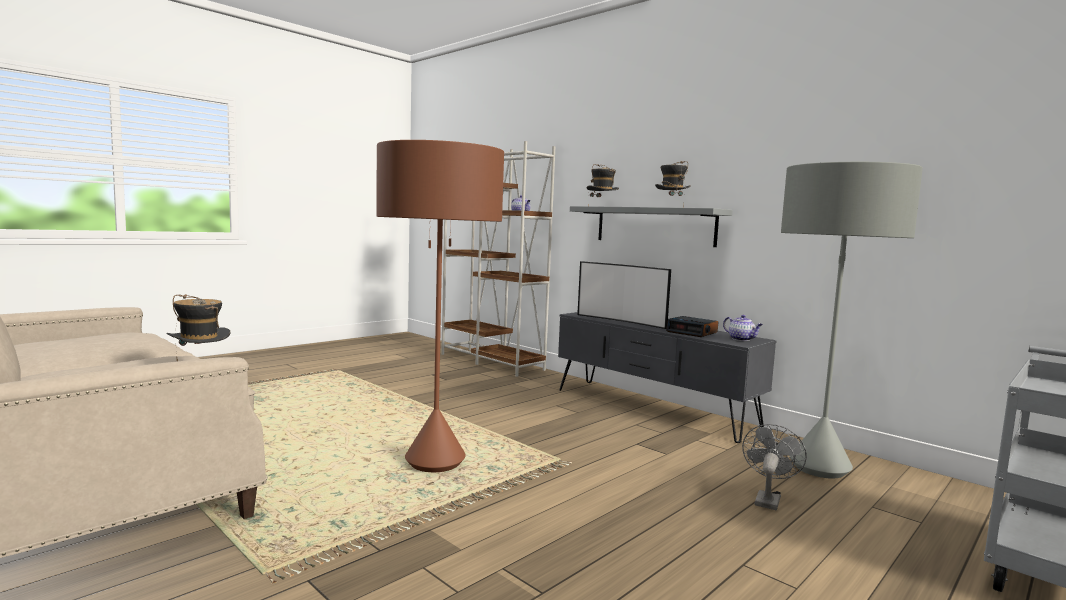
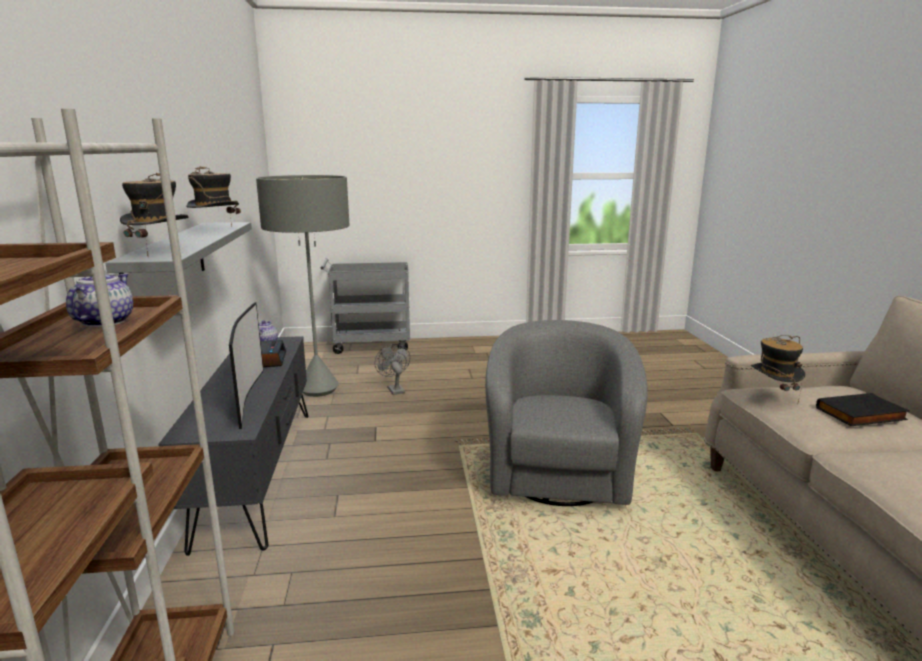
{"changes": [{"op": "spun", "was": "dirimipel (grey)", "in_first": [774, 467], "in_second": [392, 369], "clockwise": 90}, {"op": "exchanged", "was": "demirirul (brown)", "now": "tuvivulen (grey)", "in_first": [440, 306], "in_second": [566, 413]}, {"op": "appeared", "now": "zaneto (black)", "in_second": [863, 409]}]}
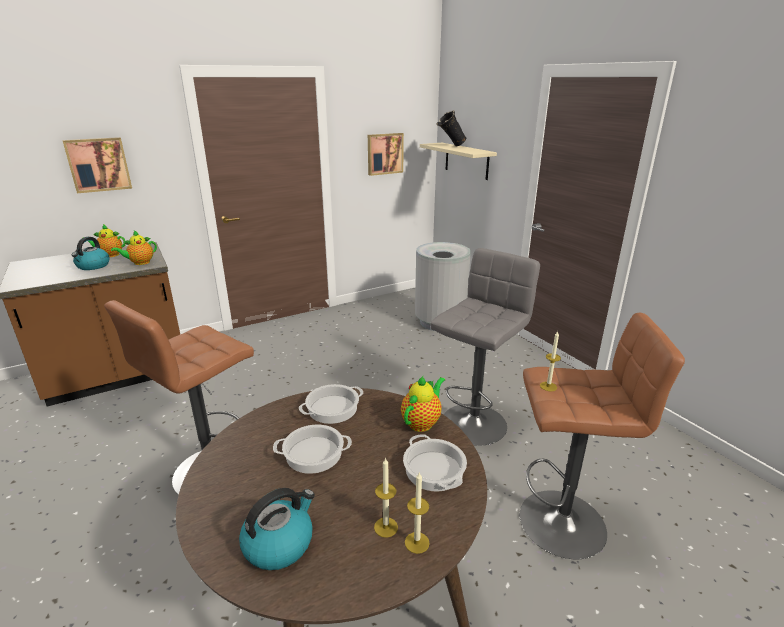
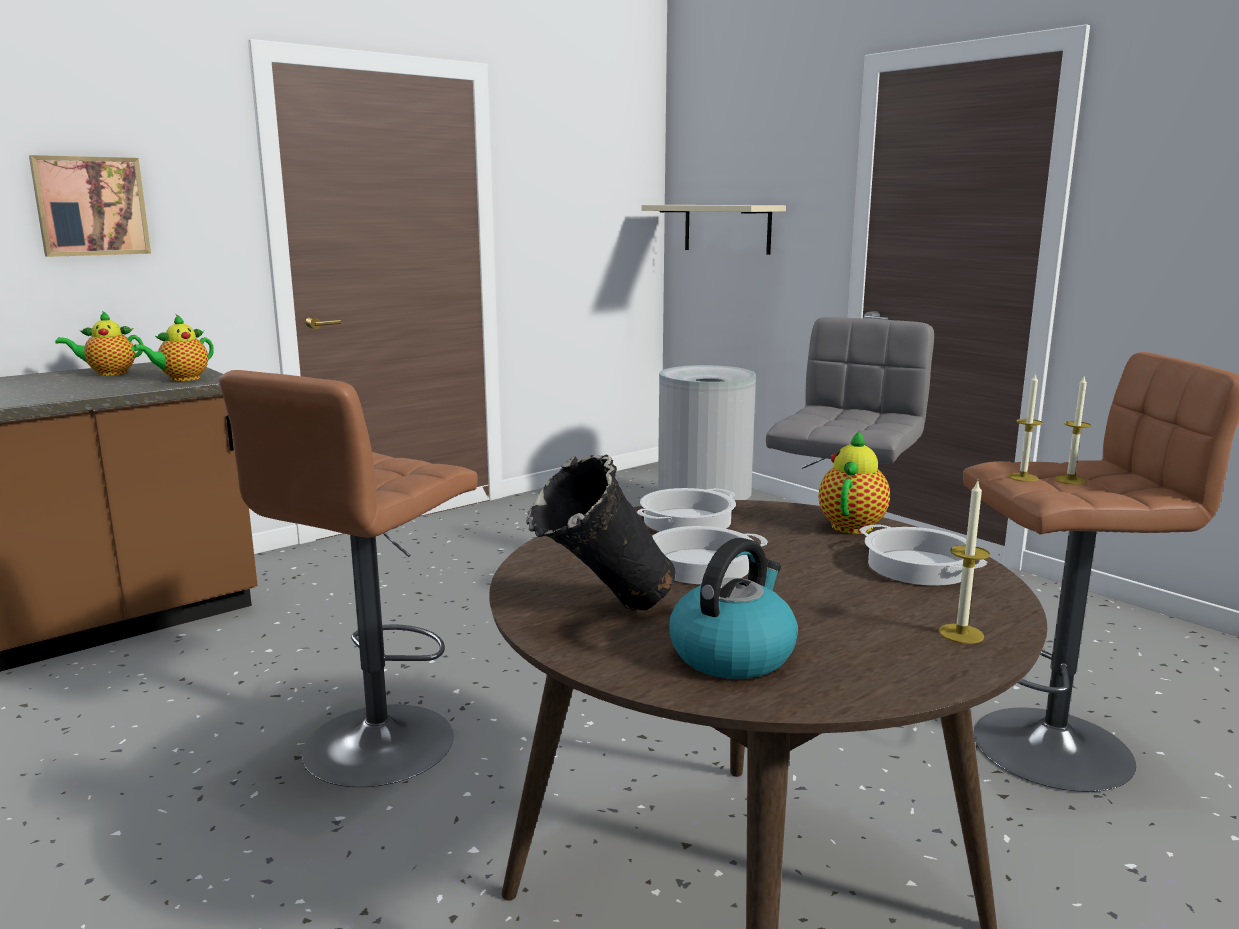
{"changes": [{"op": "relocated", "was": "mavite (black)", "in_first": [451, 128], "in_second": [601, 533]}, {"op": "relocated", "was": "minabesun", "in_first": [386, 497], "in_second": [1073, 431]}, {"op": "missing", "was": "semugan", "in_first": [91, 253]}, {"op": "missing", "was": "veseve", "in_first": [386, 154]}]}
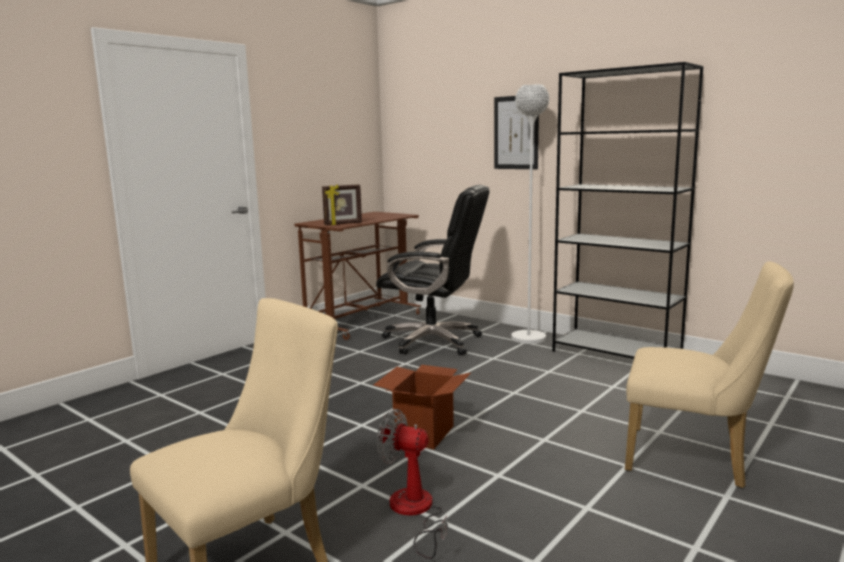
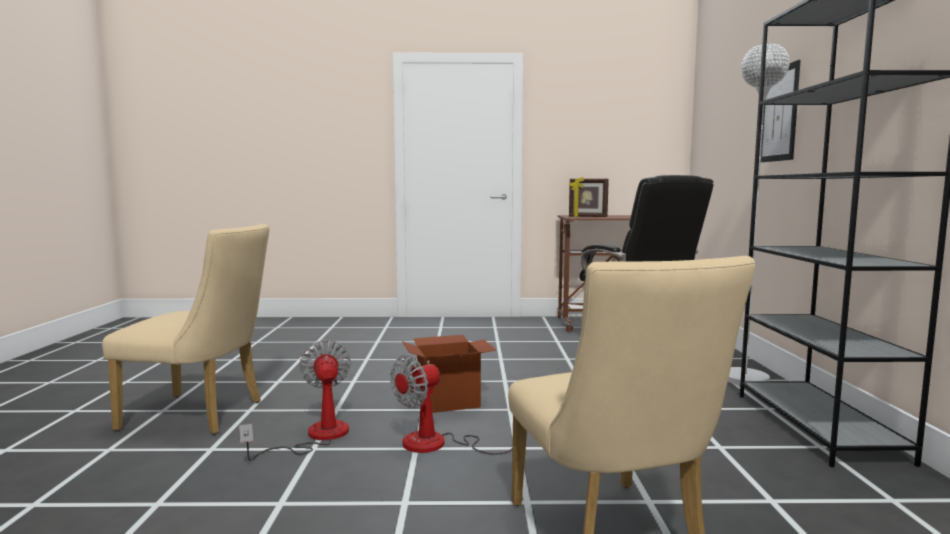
{"changes": [{"op": "appeared", "now": "dirimipel", "in_second": [451, 405]}]}
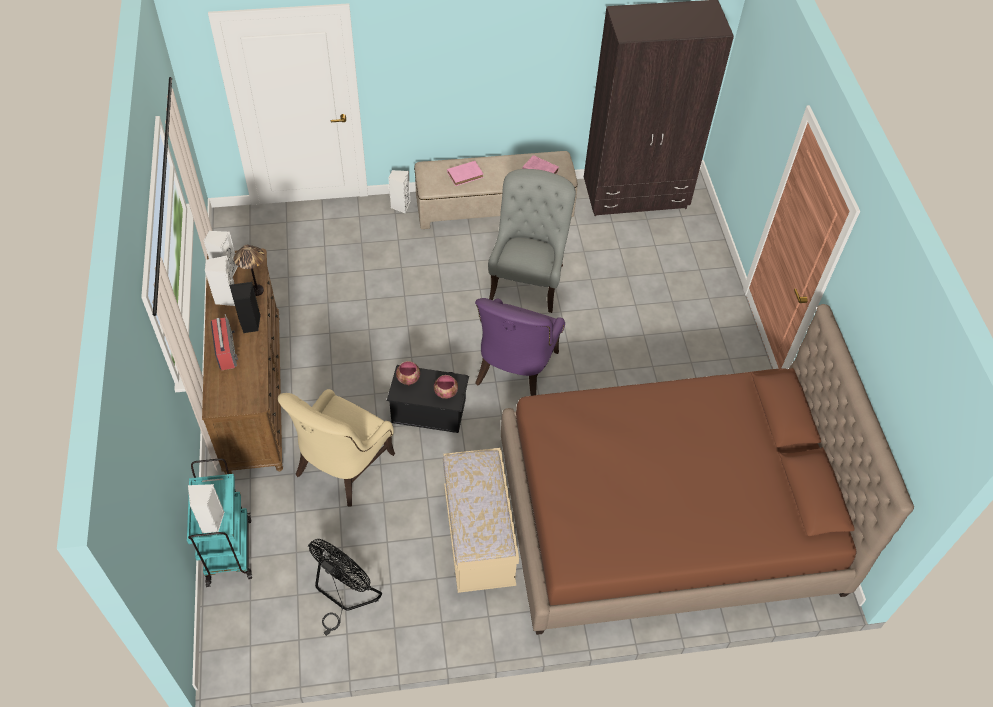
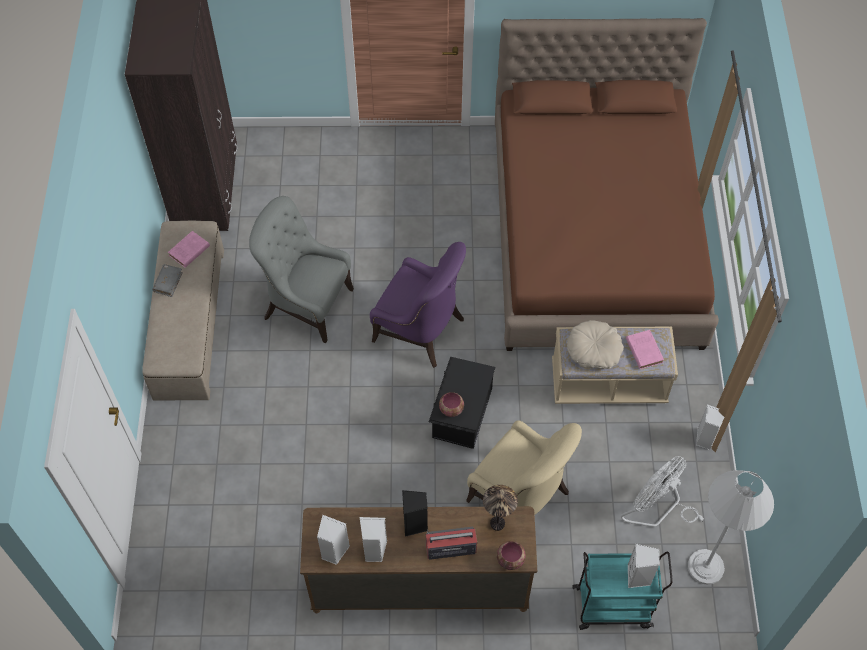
{"changes": [{"op": "appeared", "now": "zaneto (grey)", "in_second": [167, 280]}, {"op": "relocated", "was": "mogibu", "in_first": [249, 270], "in_second": [500, 508]}, {"op": "relocated", "was": "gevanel", "in_first": [446, 387], "in_second": [511, 555]}, {"op": "appeared", "now": "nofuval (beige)", "in_second": [595, 344]}, {"op": "colour", "was": "dirimipel (black)", "now": "dirimipel (white)", "in_first": [345, 587], "in_second": [662, 491]}, {"op": "relocated", "was": "zaneto (pink)", "in_first": [465, 173], "in_second": [645, 349]}, {"op": "appeared", "now": "demirirul (white)", "in_second": [731, 527]}, {"op": "relocated", "was": "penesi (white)", "in_first": [399, 191], "in_second": [710, 427]}]}
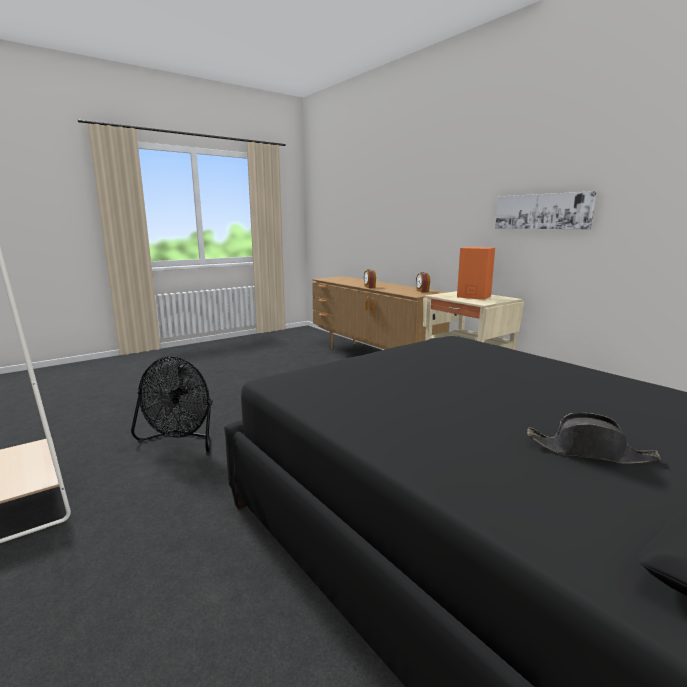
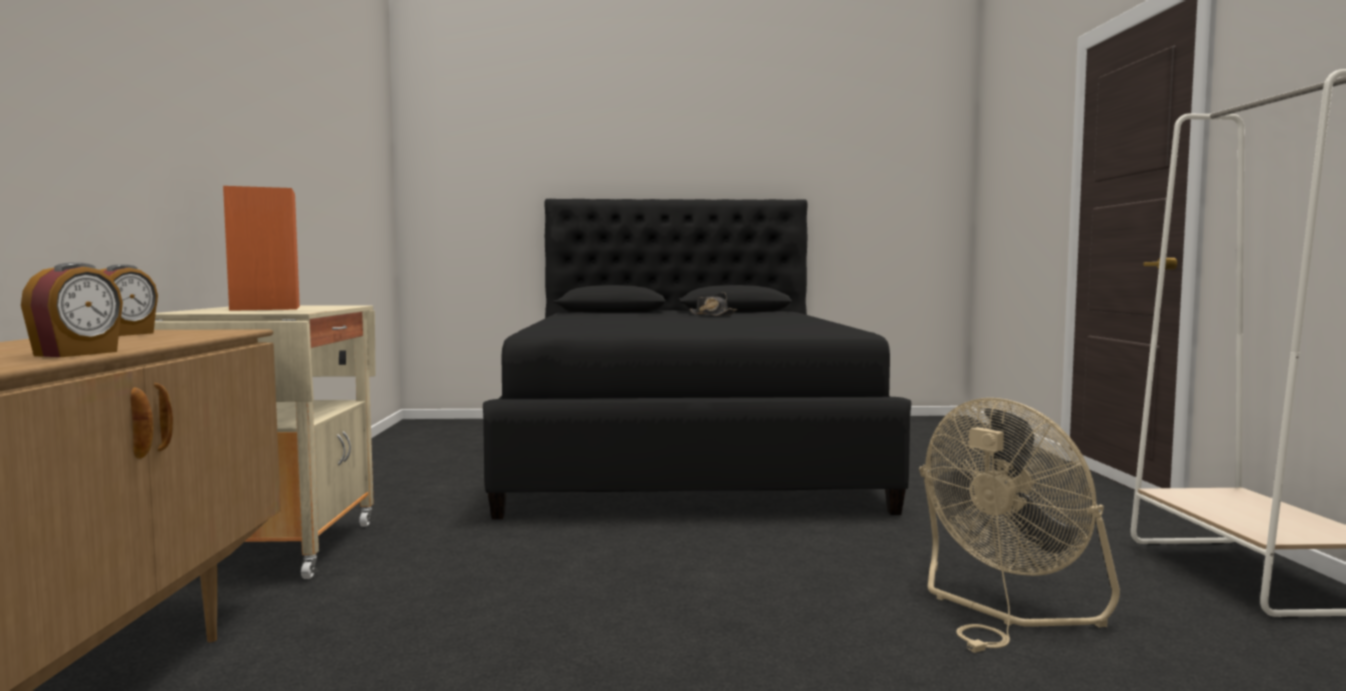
{"changes": [{"op": "colour", "was": "dirimipel (black)", "now": "dirimipel (beige)", "in_first": [172, 406], "in_second": [1019, 525]}, {"op": "missing", "was": "veseve", "in_first": [546, 210]}]}
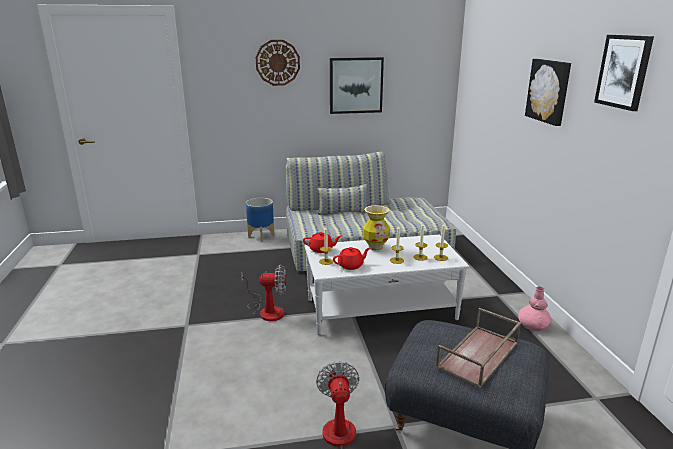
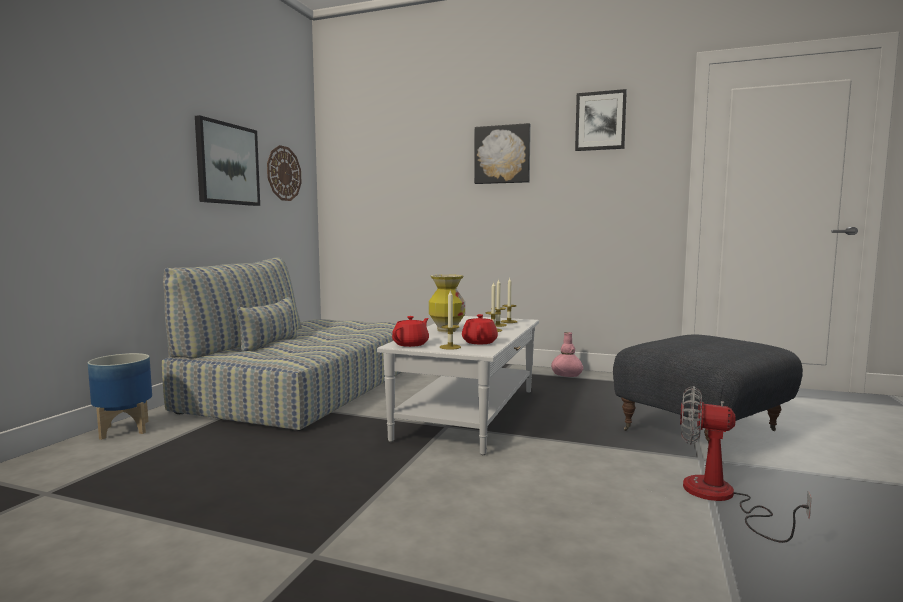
{"changes": [{"op": "relocated", "was": "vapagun", "in_first": [278, 63], "in_second": [284, 173]}, {"op": "missing", "was": "dirimipel", "in_first": [264, 292]}, {"op": "missing", "was": "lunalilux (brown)", "in_first": [478, 348]}]}
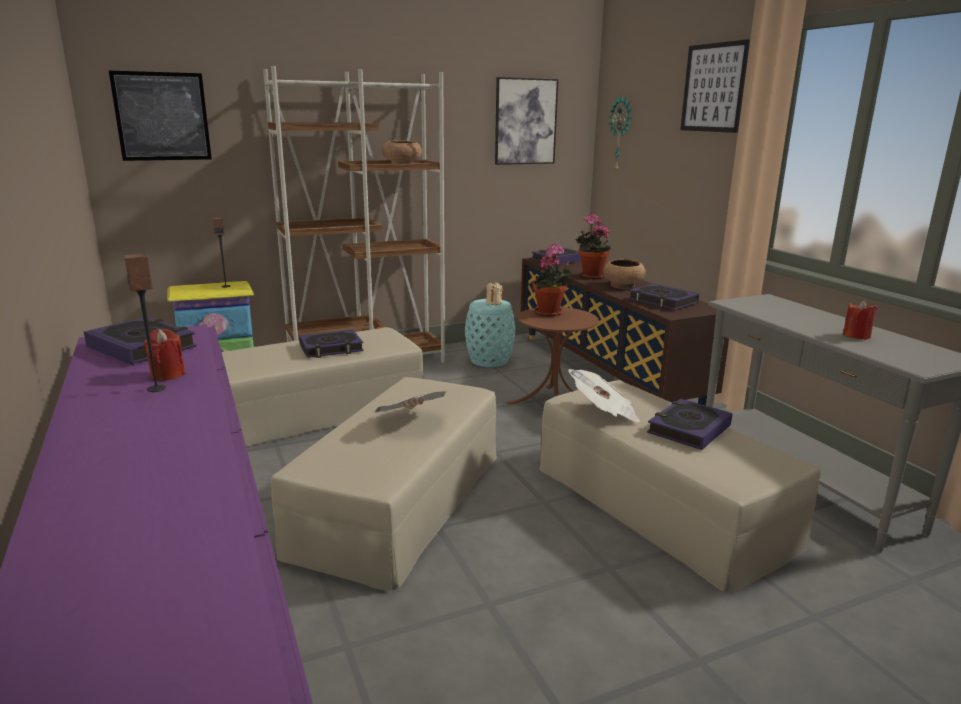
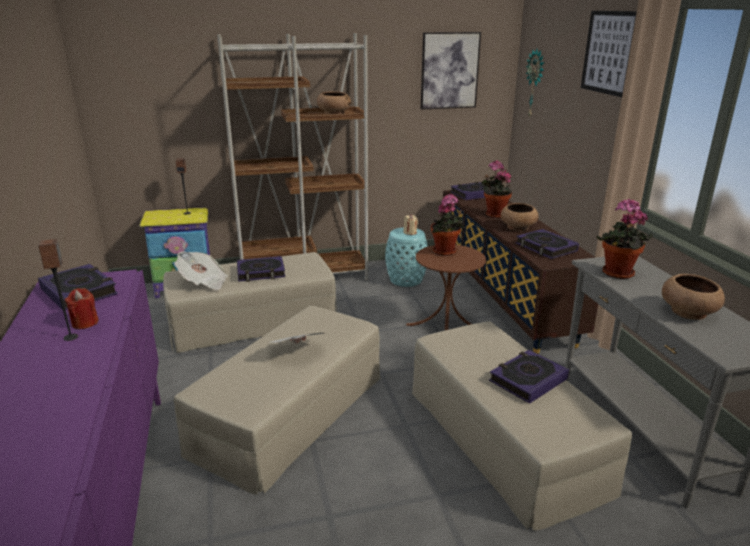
{"changes": [{"op": "relocated", "was": "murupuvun", "in_first": [604, 395], "in_second": [201, 270]}, {"op": "appeared", "now": "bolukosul", "in_second": [625, 238]}, {"op": "exchanged", "was": "minabesun (red)", "now": "gevanel (brown)", "in_first": [860, 320], "in_second": [693, 297]}, {"op": "missing", "was": "veseve", "in_first": [160, 116]}]}
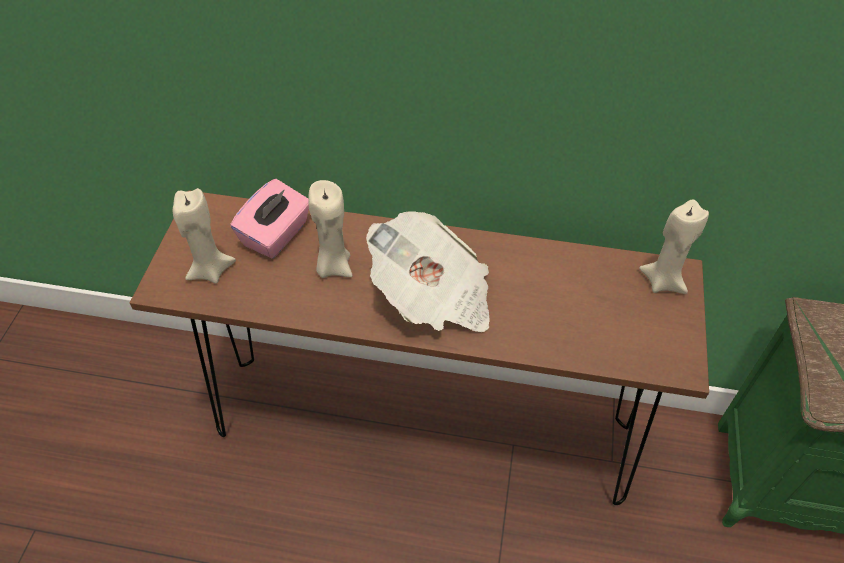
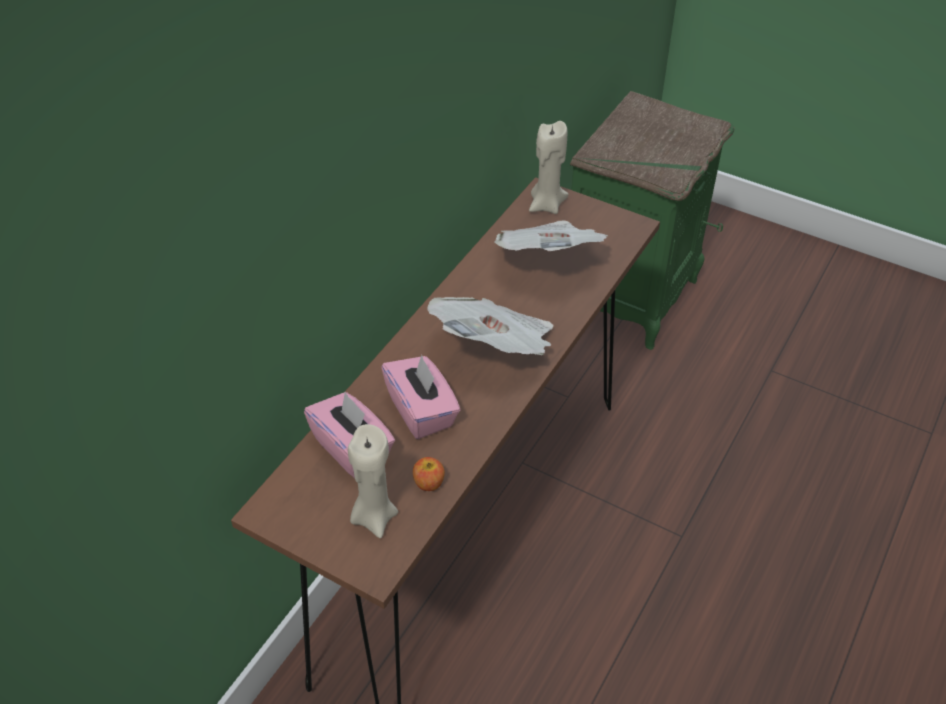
{"changes": [{"op": "exchanged", "was": "minabesun (beige)", "now": "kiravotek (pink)", "in_first": [330, 229], "in_second": [420, 397]}, {"op": "appeared", "now": "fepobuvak", "in_second": [429, 474]}, {"op": "appeared", "now": "murupuvun", "in_second": [551, 236]}]}
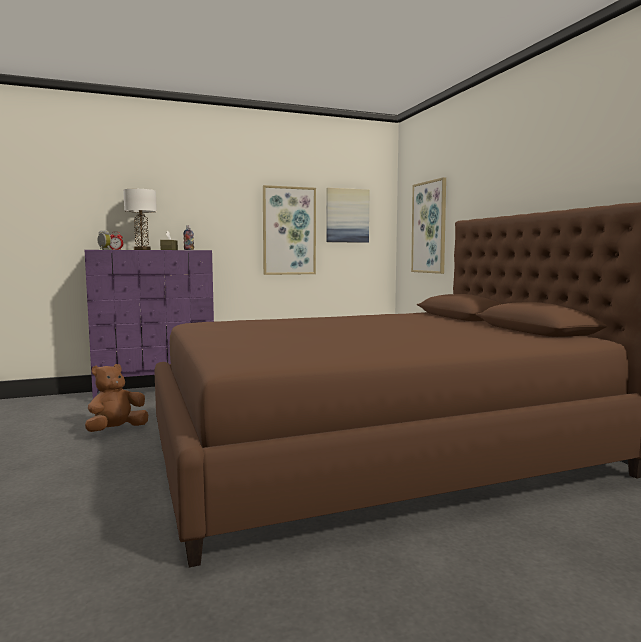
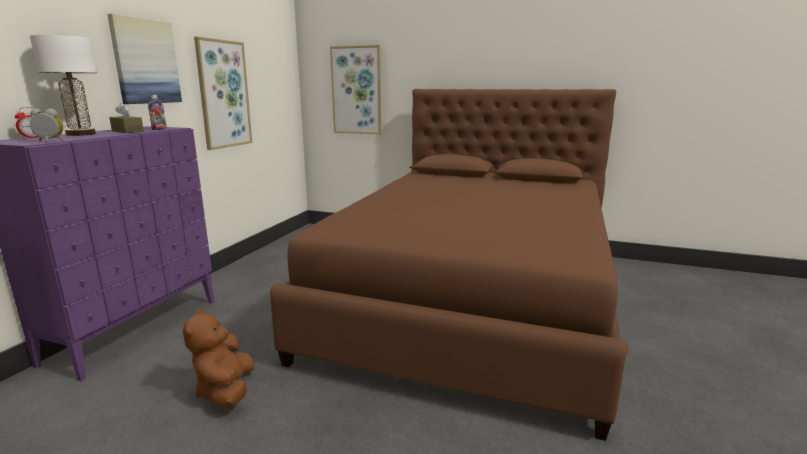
{"changes": [{"op": "relocated", "was": "veseve", "in_first": [347, 215], "in_second": [144, 59]}]}
